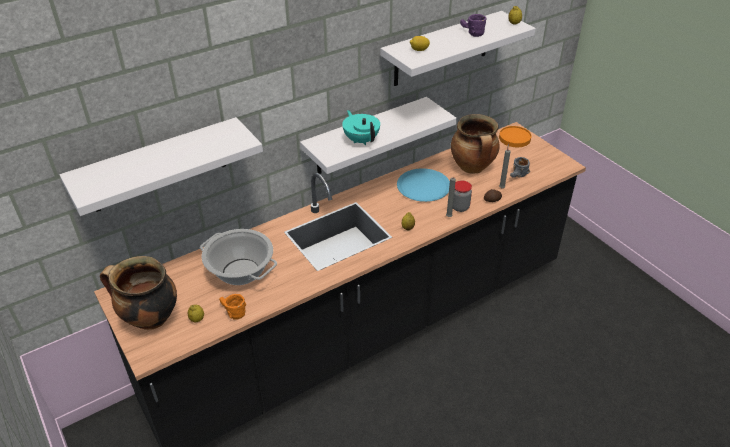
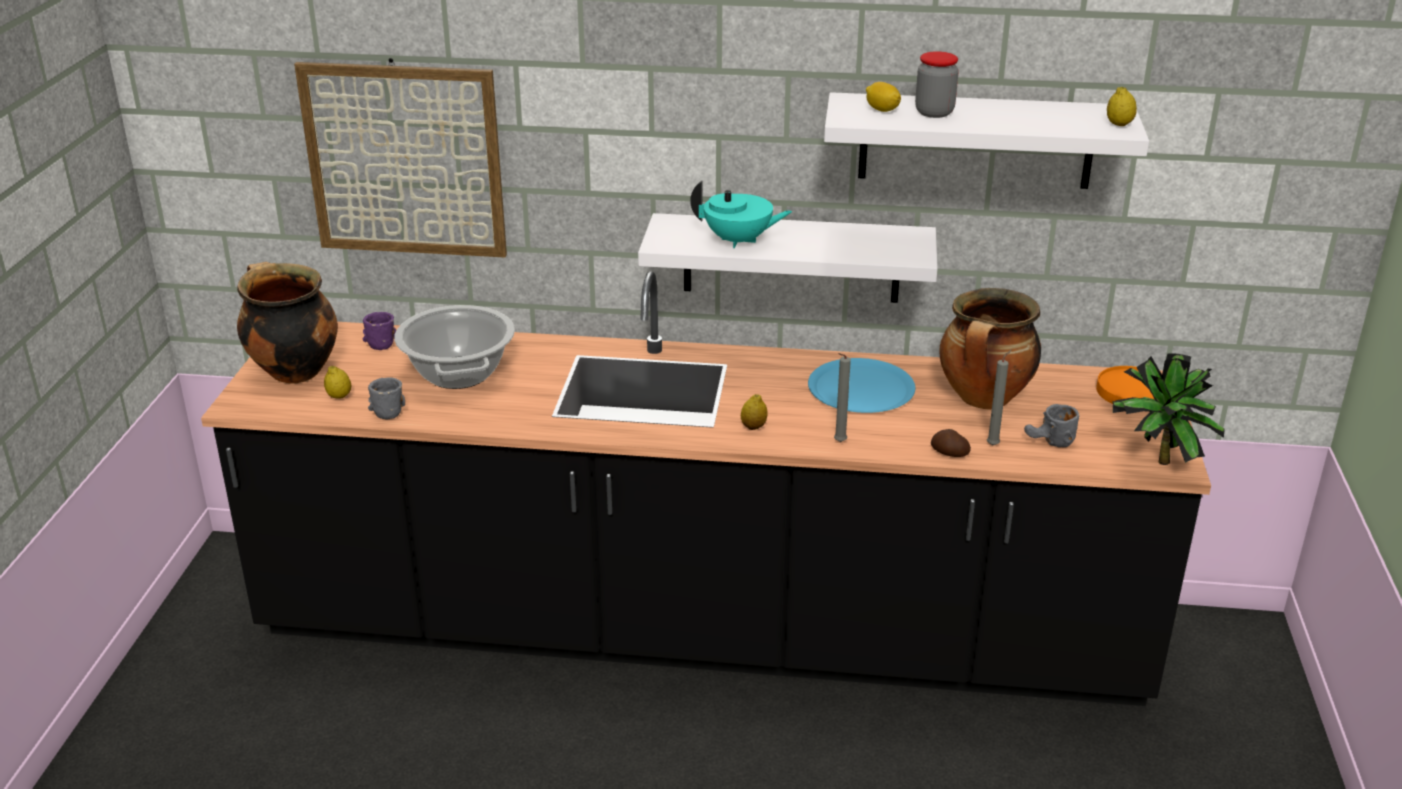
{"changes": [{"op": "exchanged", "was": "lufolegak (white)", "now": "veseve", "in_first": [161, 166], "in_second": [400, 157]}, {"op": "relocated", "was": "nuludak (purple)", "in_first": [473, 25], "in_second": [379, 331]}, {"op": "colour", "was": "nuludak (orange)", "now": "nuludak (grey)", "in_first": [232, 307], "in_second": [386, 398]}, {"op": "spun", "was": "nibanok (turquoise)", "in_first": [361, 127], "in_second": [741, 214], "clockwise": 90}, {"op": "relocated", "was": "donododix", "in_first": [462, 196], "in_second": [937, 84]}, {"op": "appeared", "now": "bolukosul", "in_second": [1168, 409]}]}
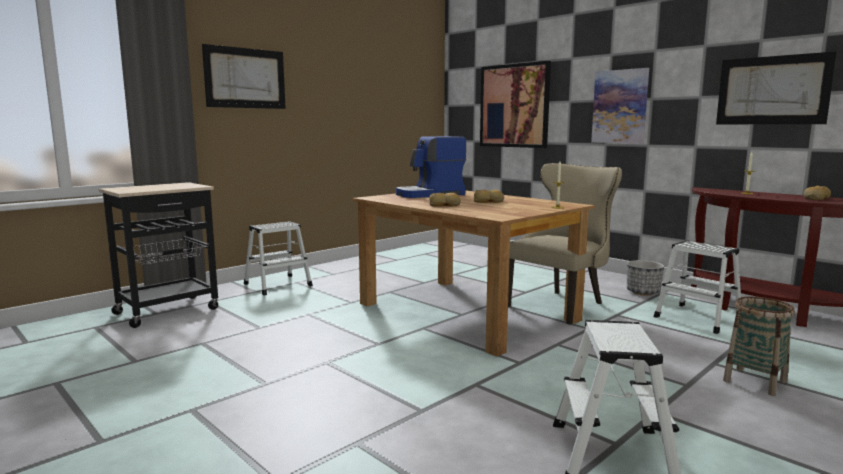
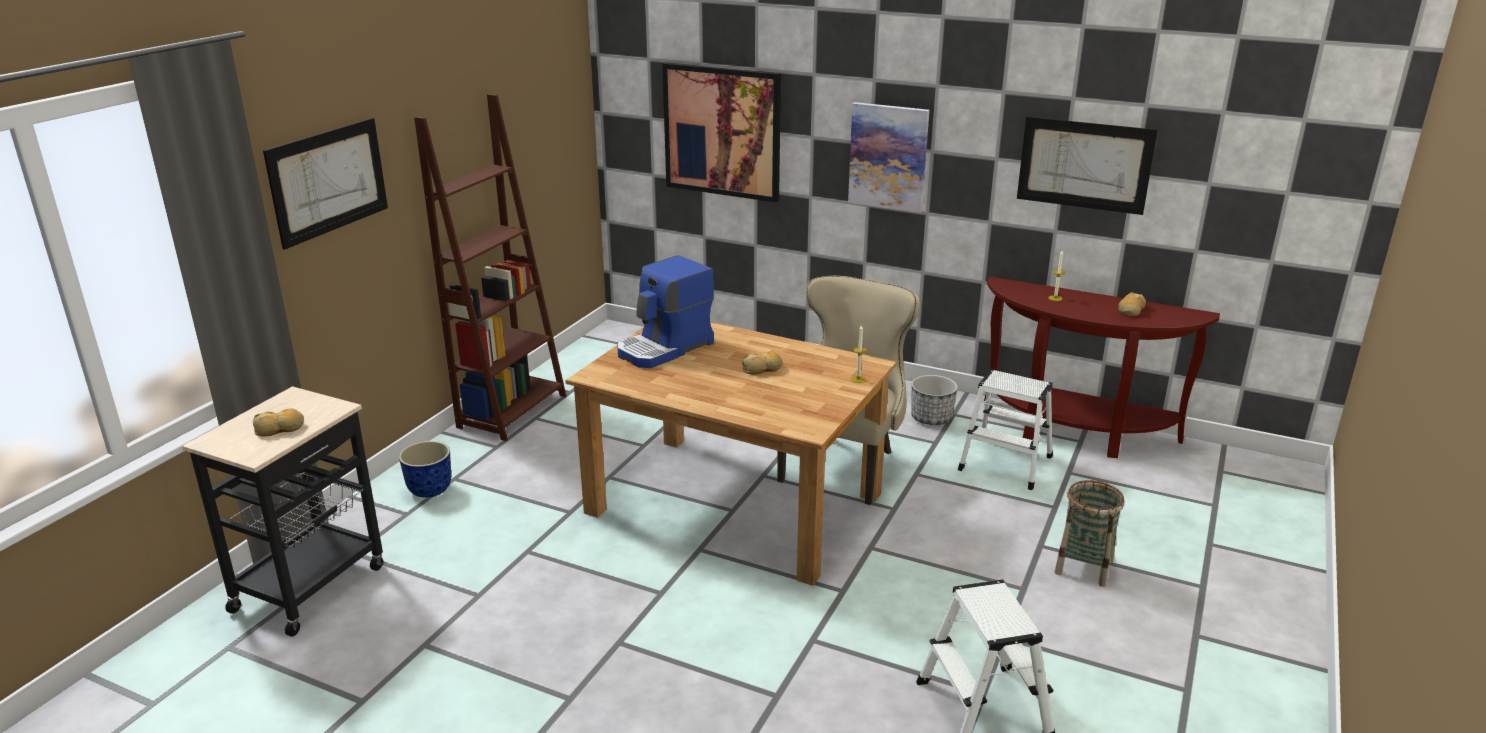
{"changes": [{"op": "relocated", "was": "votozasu", "in_first": [445, 200], "in_second": [278, 422]}, {"op": "exchanged", "was": "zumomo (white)", "now": "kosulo", "in_first": [278, 258], "in_second": [425, 469]}, {"op": "appeared", "now": "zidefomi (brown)", "in_second": [490, 267]}]}
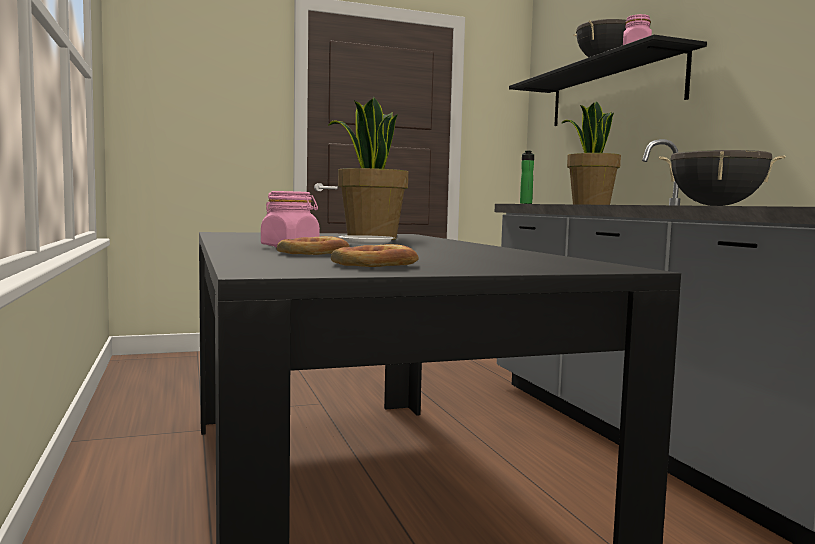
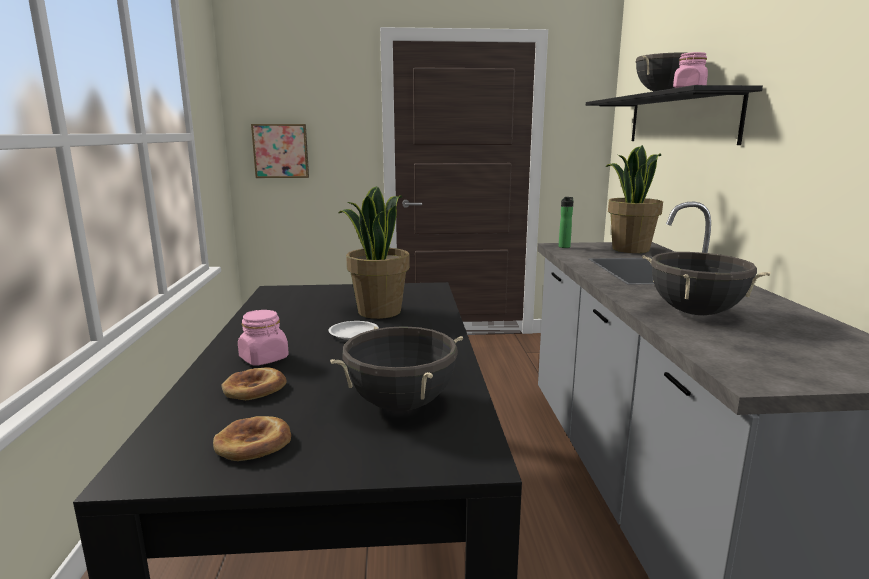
{"changes": [{"op": "appeared", "now": "veseve", "in_second": [280, 151]}, {"op": "appeared", "now": "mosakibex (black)", "in_second": [396, 368]}]}
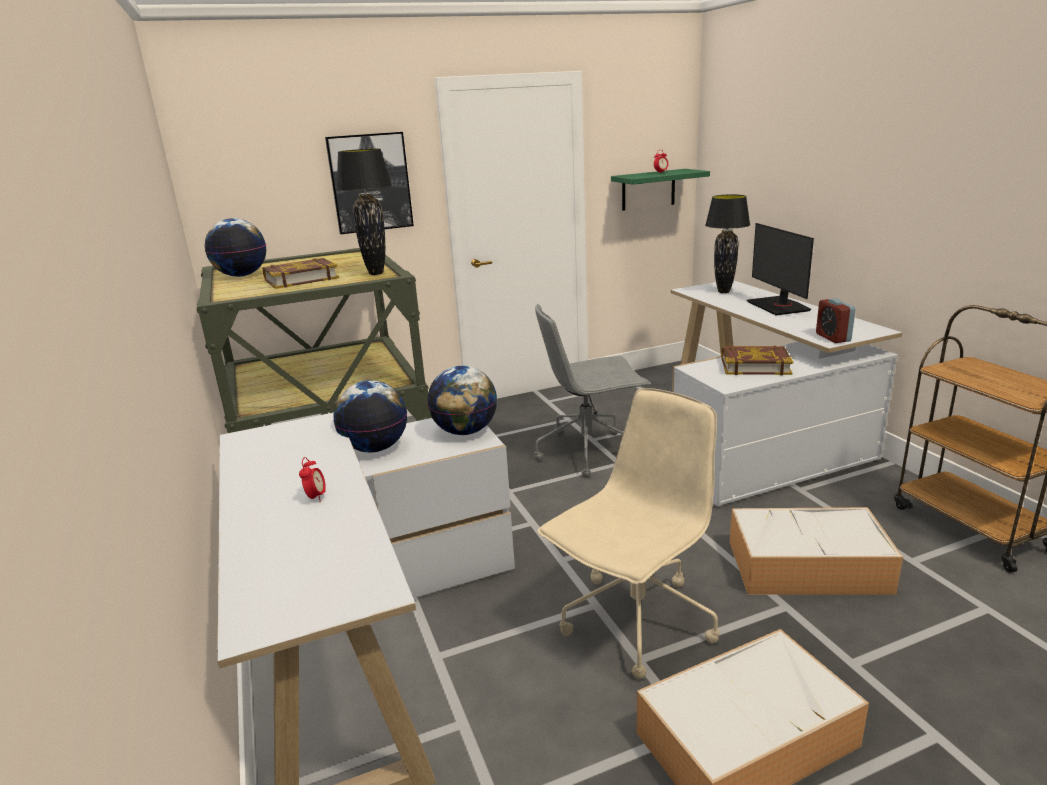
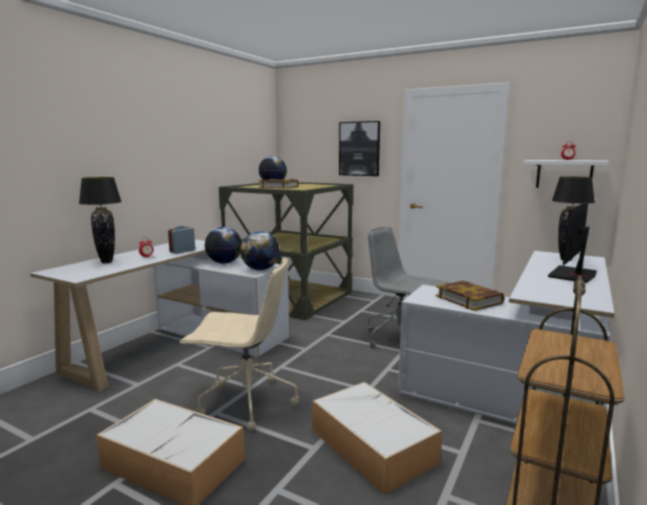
{"changes": [{"op": "relocated", "was": "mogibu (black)", "in_first": [364, 212], "in_second": [100, 220]}, {"op": "relocated", "was": "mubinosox", "in_first": [836, 320], "in_second": [181, 240]}, {"op": "colour", "was": "lufolegak (green)", "now": "lufolegak (white)", "in_first": [660, 190], "in_second": [566, 174]}]}
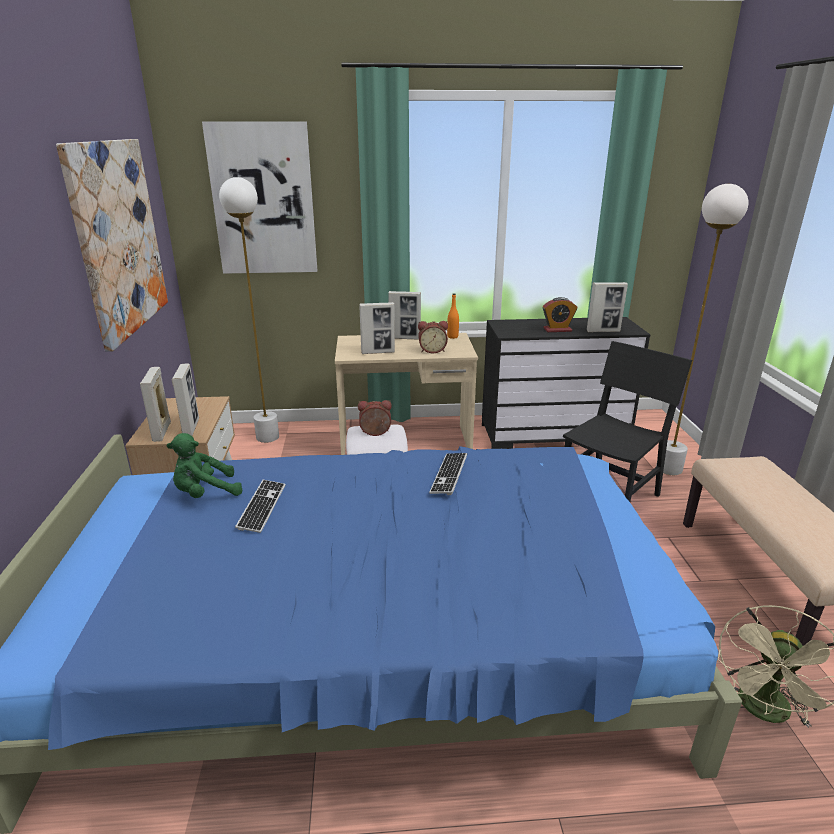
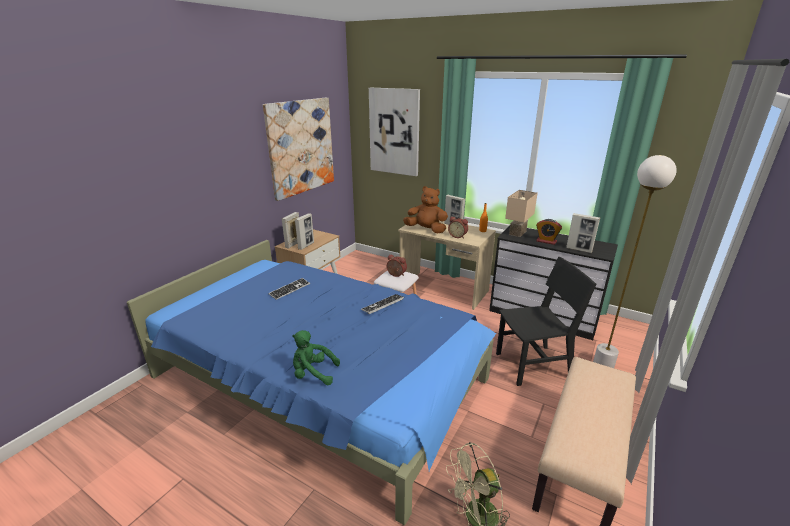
{"changes": [{"op": "relocated", "was": "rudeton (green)", "in_first": [205, 465], "in_second": [316, 357]}, {"op": "exchanged", "was": "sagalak", "now": "rudeton (brown)", "in_first": [377, 328], "in_second": [425, 209]}, {"op": "appeared", "now": "mogibu (beige)", "in_second": [521, 213]}, {"op": "missing", "was": "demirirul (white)", "in_first": [249, 310]}]}
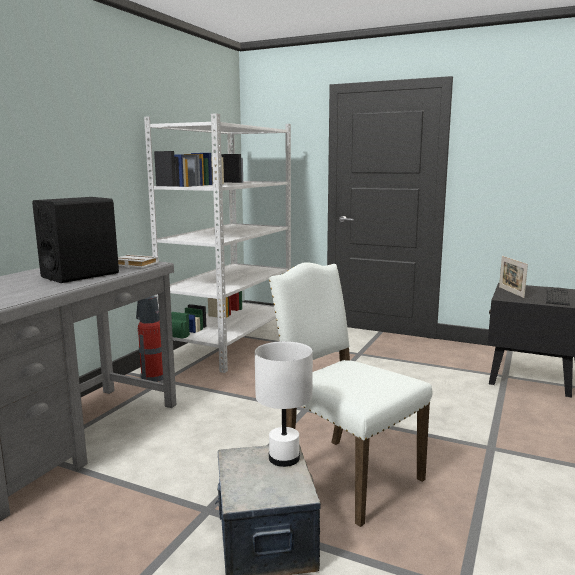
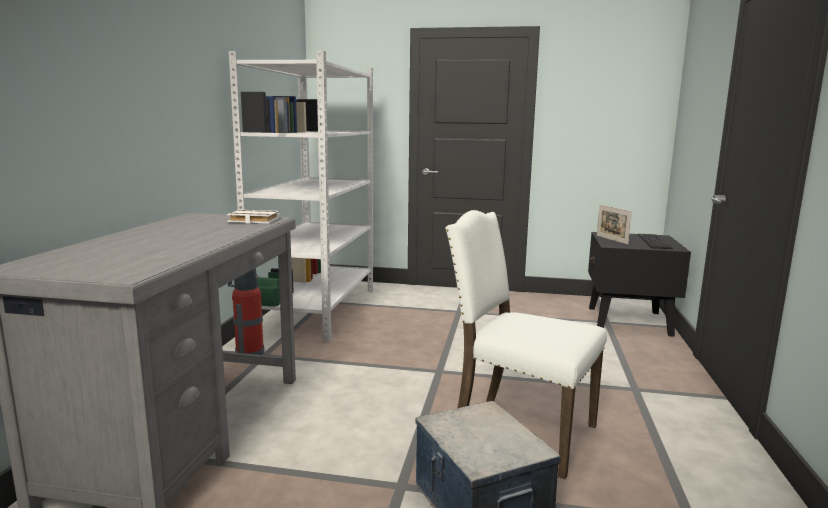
{"changes": [{"op": "missing", "was": "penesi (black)", "in_first": [75, 240]}, {"op": "missing", "was": "mogibu (white)", "in_first": [284, 404]}]}
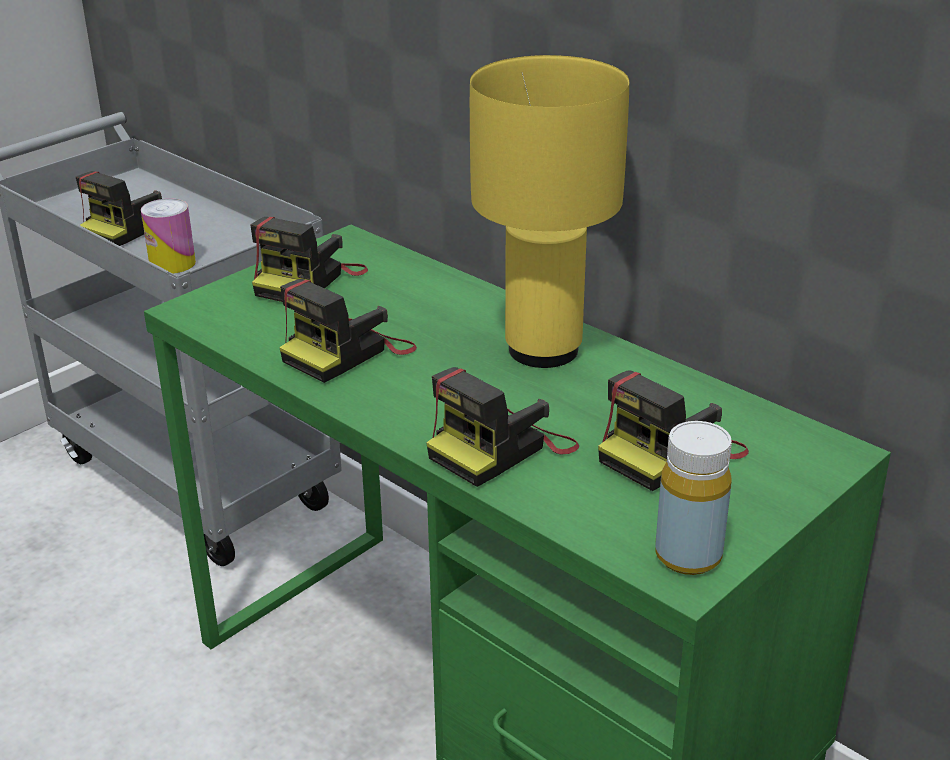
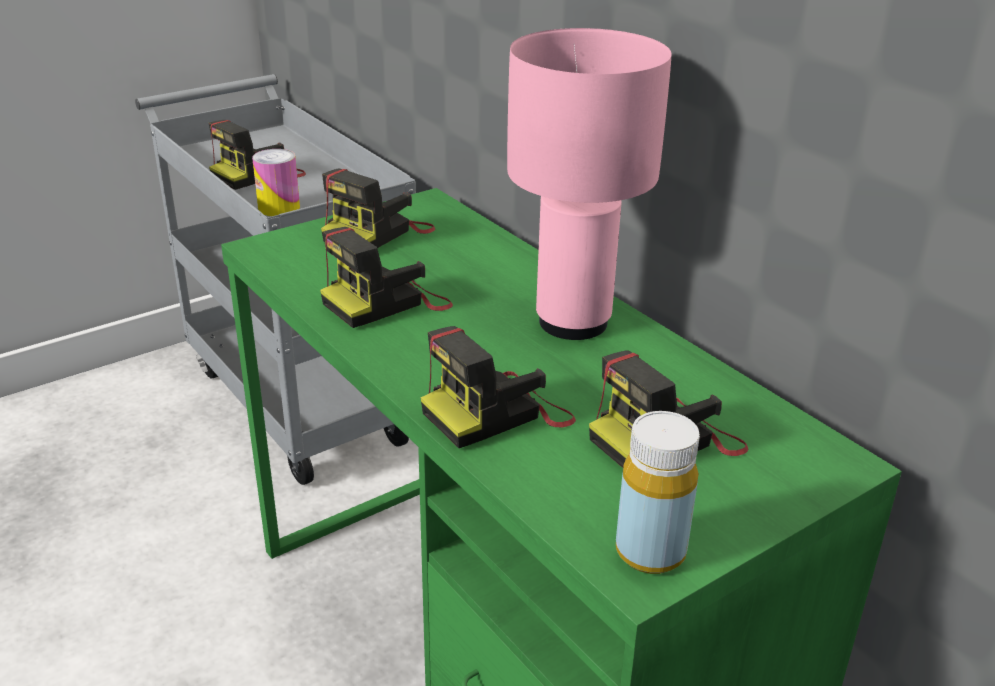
{"changes": [{"op": "colour", "was": "mogibu (yellow)", "now": "mogibu (pink)", "in_first": [549, 211], "in_second": [589, 184]}]}
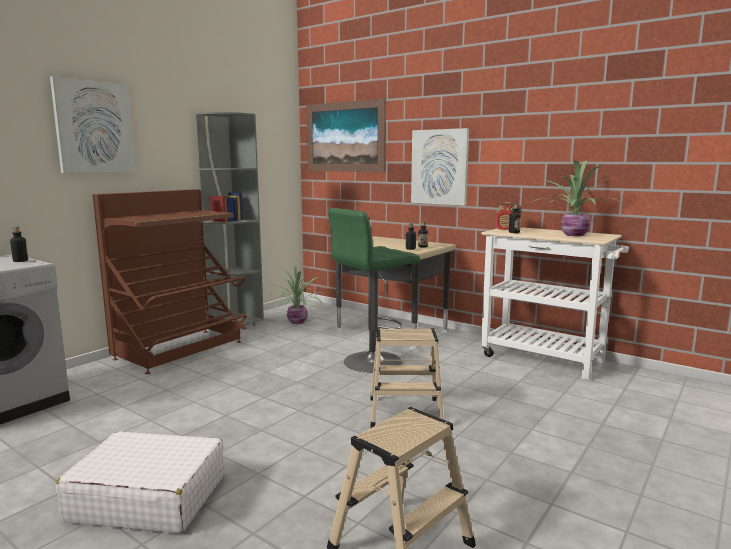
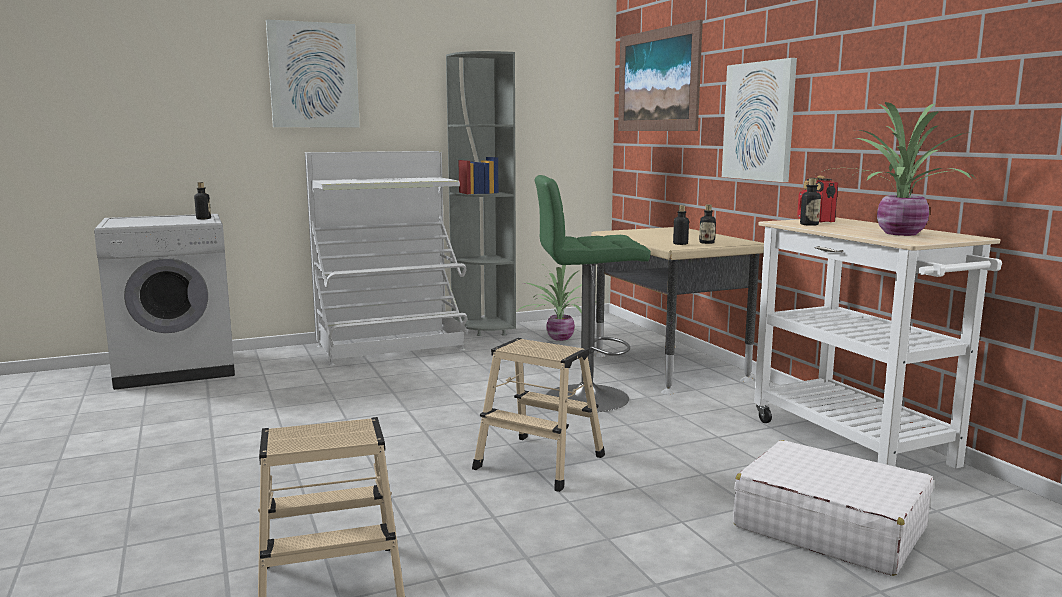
{"changes": [{"op": "colour", "was": "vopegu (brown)", "now": "vopegu (white)", "in_first": [169, 281], "in_second": [386, 258]}, {"op": "relocated", "was": "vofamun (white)", "in_first": [140, 482], "in_second": [833, 508]}]}
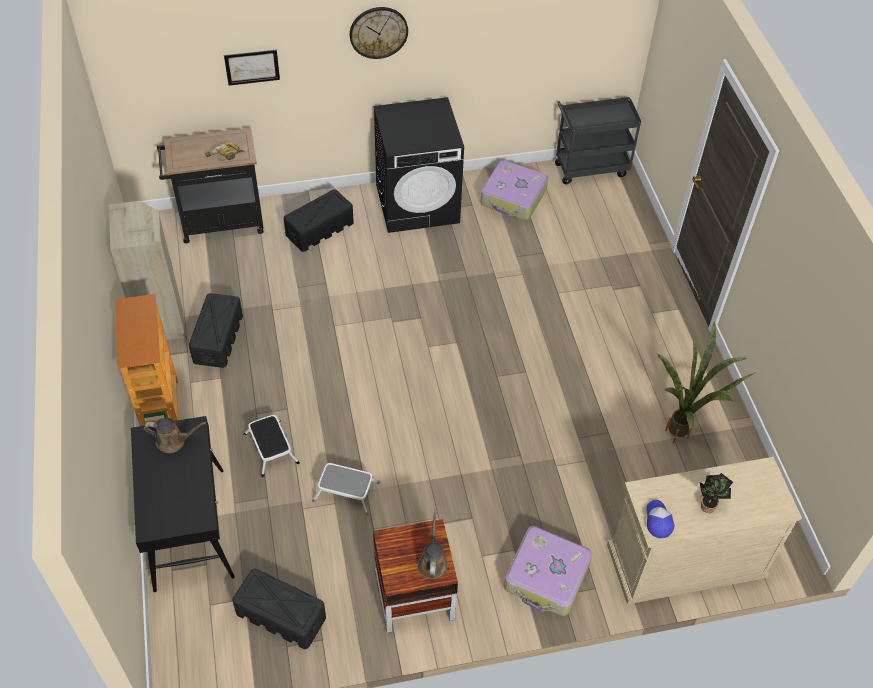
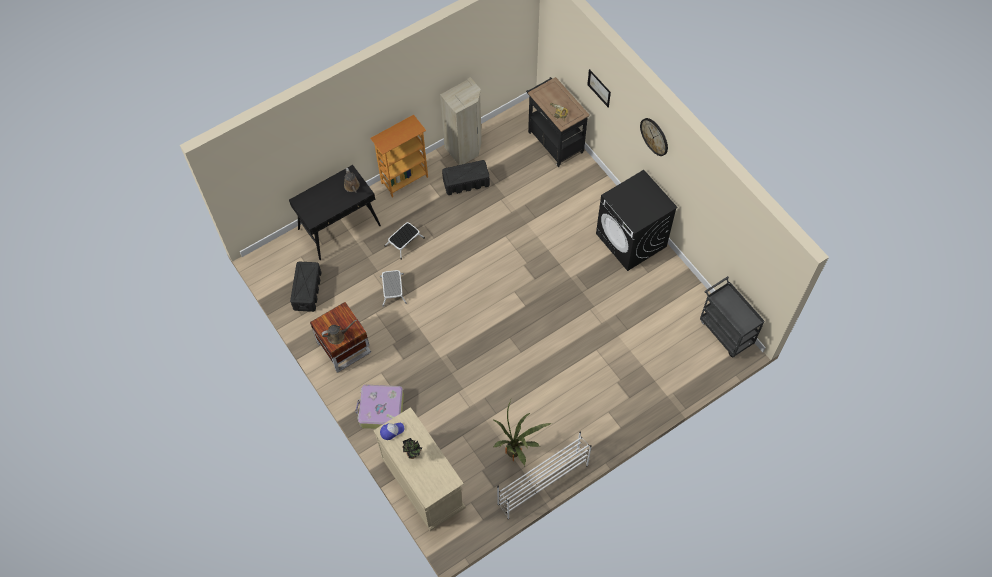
{"changes": [{"op": "appeared", "now": "vopegu (white)", "in_second": [544, 475]}, {"op": "missing", "was": "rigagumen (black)", "in_first": [319, 220]}, {"op": "missing", "was": "vofamun", "in_first": [514, 190]}]}
